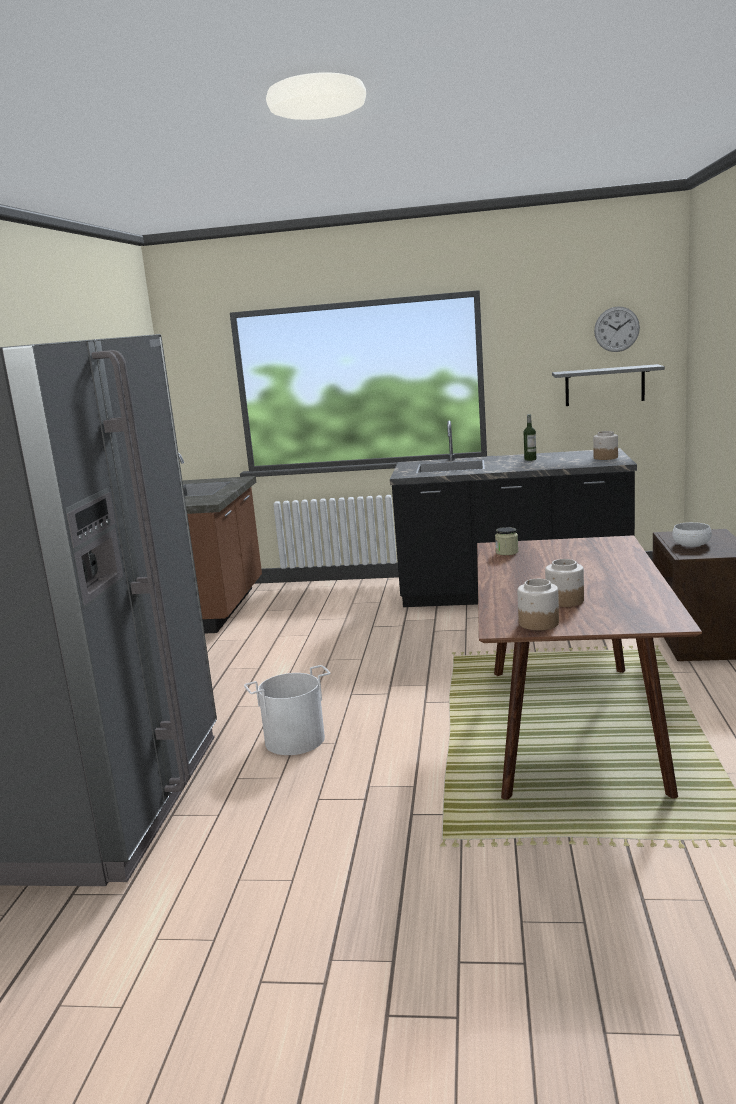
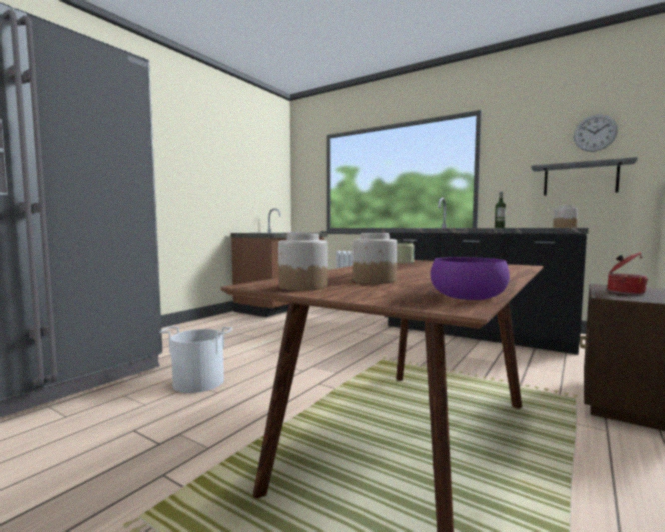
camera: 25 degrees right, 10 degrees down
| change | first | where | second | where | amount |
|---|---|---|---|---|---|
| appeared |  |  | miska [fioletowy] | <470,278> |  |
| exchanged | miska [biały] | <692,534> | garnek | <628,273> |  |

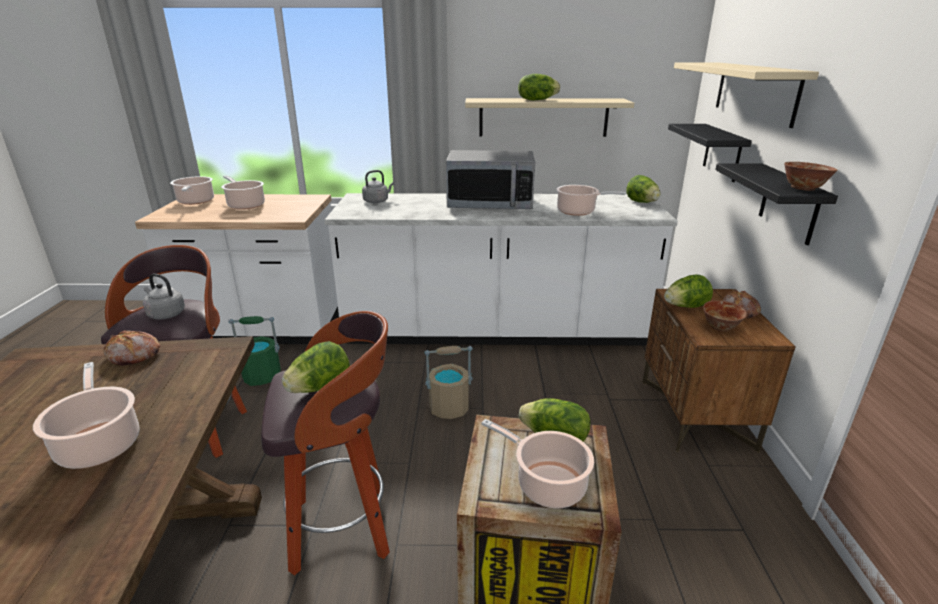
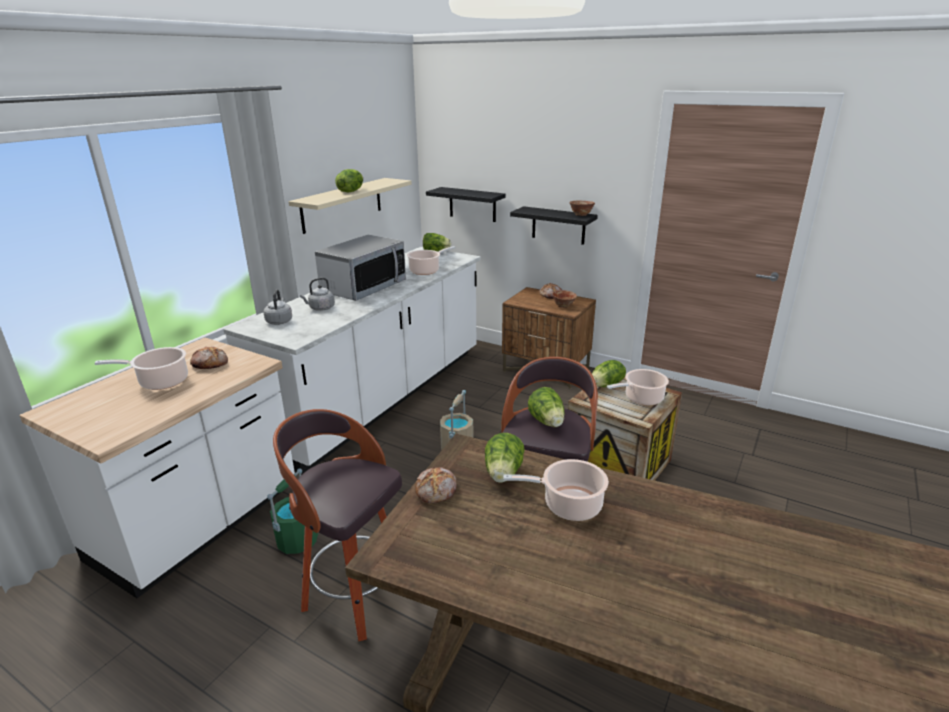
camera: 60 degrees left, 0 degrees up
| change | first | where | second | where | amount |
|---|---|---|---|---|---|
| appeared |  |  | chleb | <209,358> |  |
| relocated | czajnik [szary] | <164,296> |  | <317,294> |  |
| relocated | sałata | <688,291> |  | <505,458> |  |
| missing | garnek | <192,190> |  |  |  |
| missing | półka [beżowy] | <746,95> |  |  |  |

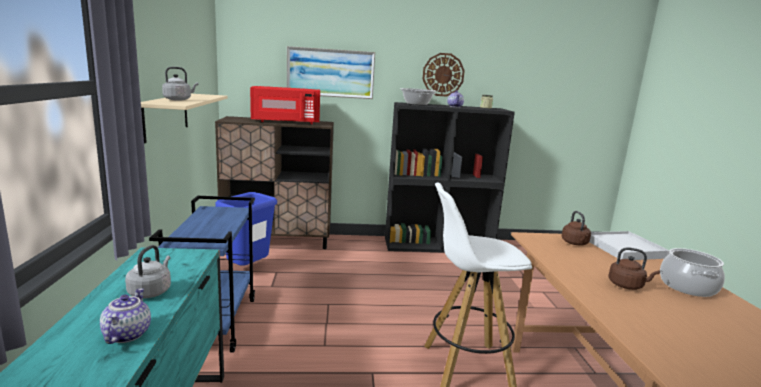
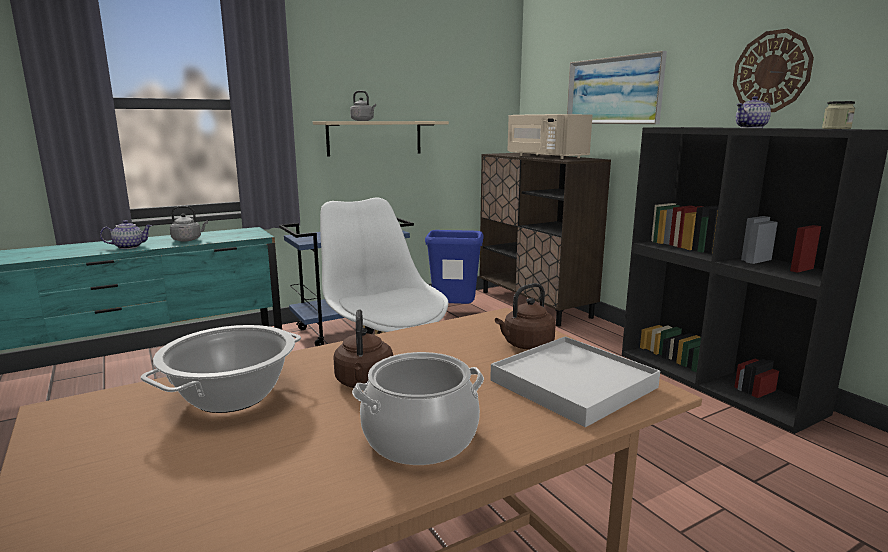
camera: 65 degrees right, 0 degrees up
| change | first | where | second | where | amount |
|---|---|---|---|---|---|
| relocated | garnek | <418,96> |  | <221,369> |  |
| colour | mikrofalówka [czerwony] | <285,105> | mikrofalówka [beżowy] | <550,136> |  |

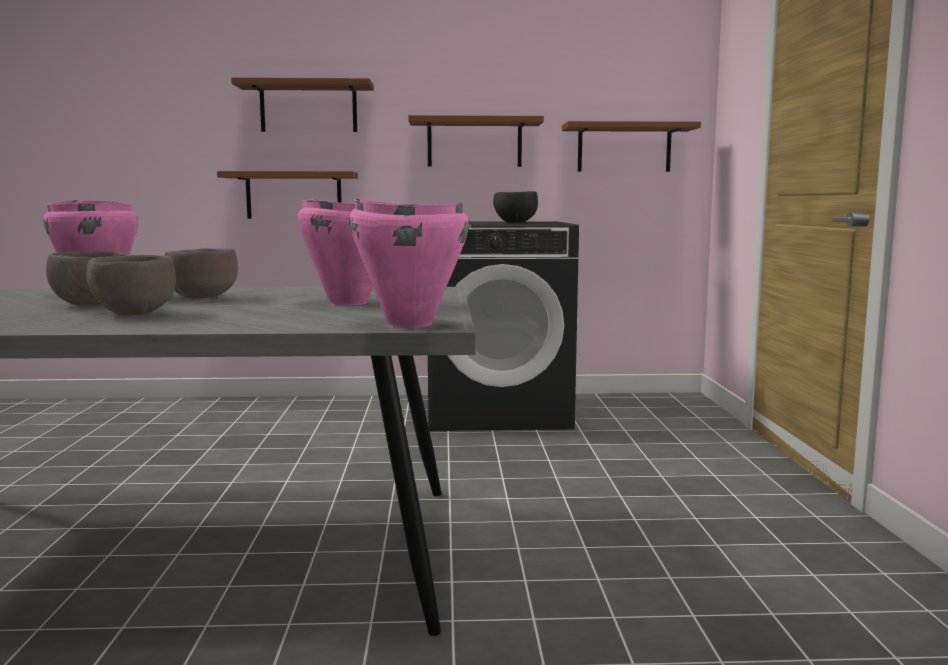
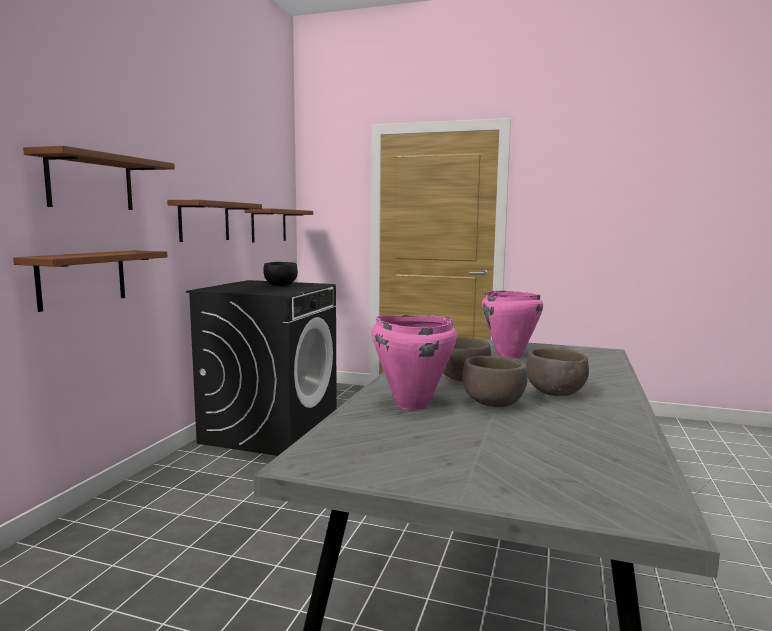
camera: 70 degrees left, 0 degrees up
| change | first | where | second | where | amount |
|---|---|---|---|---|---|
| missing | garnek [różowy] | <409,263> |  |  |  |

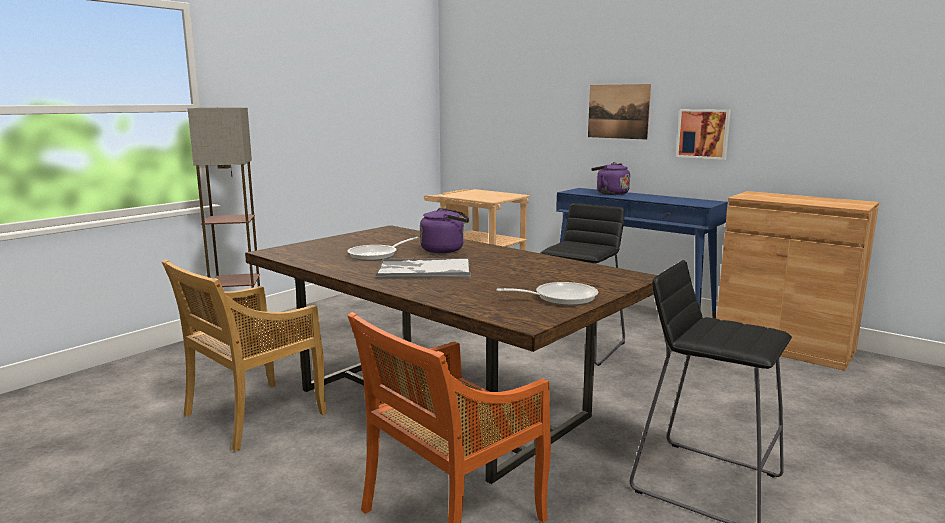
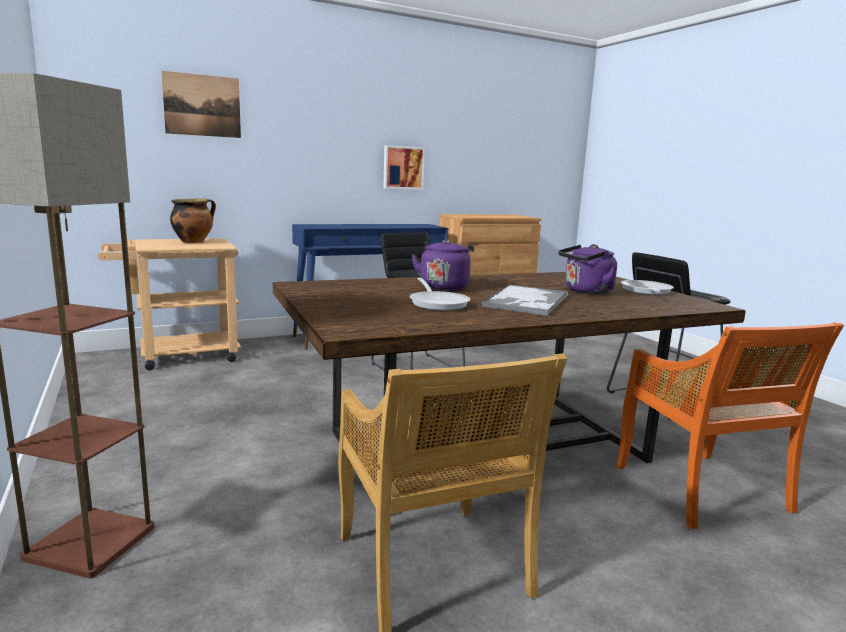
camera: 65 degrees left, 0 degrees up
| change | first | where | second | where | amount |
|---|---|---|---|---|---|
| relocated | obraz | <619,112> |  | <201,104> |  |
| appeared |  |  | garnek | <193,220> |  |
| relocated | czajnik [fioletowy] | <610,178> |  | <587,269> |  |

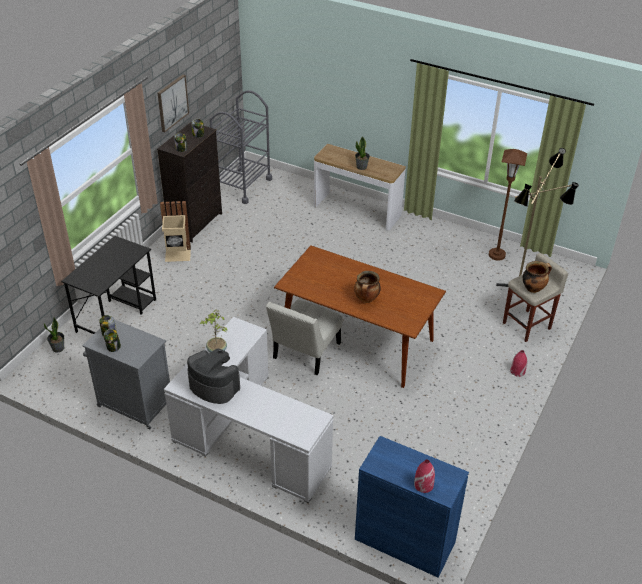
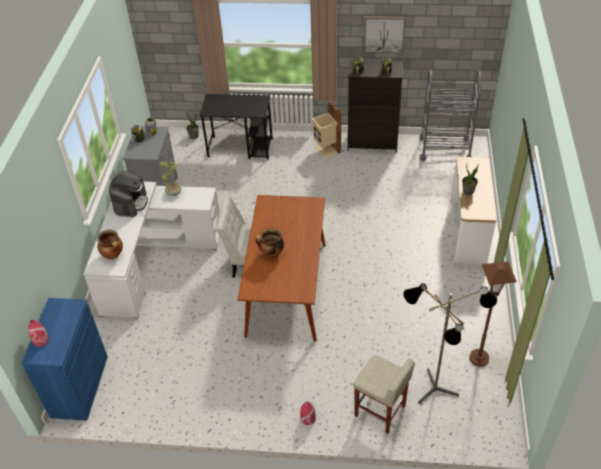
camera: 70 degrees right, 5 degrees up
| change | first | where | second | where | amount |
|---|---|---|---|---|---|
| relocated | garnek | <537,277> |  | <110,244> |  |

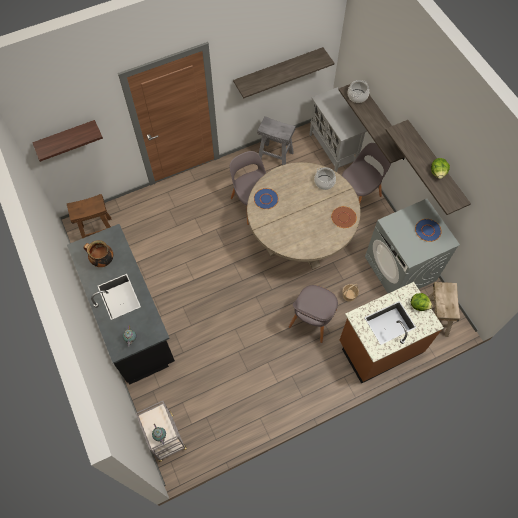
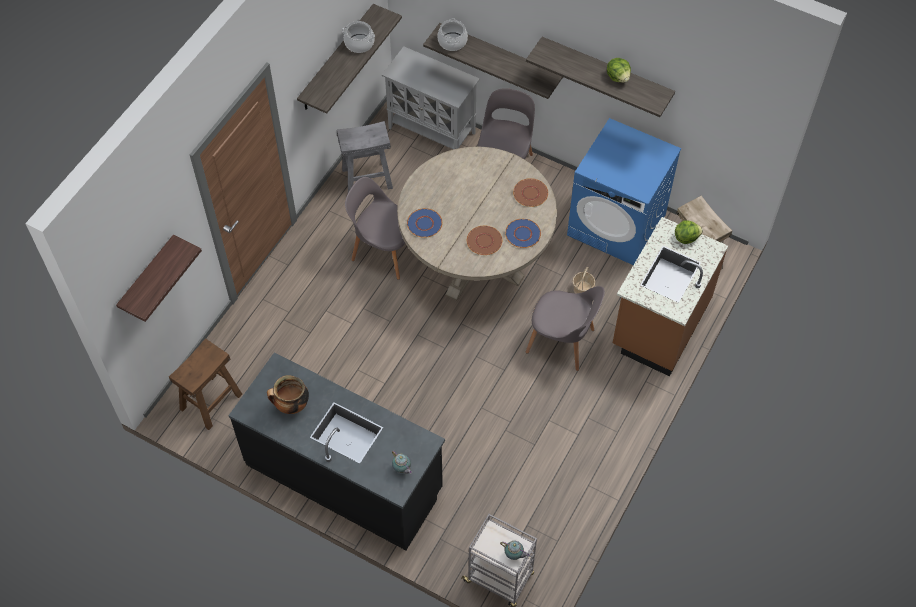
camera: 35 degrees left, 5 degrees down
| change | first | where | second | where | amount |
|---|---|---|---|---|---|
| relocated | garnek | <325,178> |  | <358,37> |  |
| appeared |  |  | talerz [brązowy] | <484,240> |  |
| relocated | talerz [niebieski] | <428,230> |  | <523,233> |  |
| spun | krzesło [szary] | <313,314> |  | <565,328> | 60 degrees counterclockwise |
| colour | pralka [szary] | <412,246> | pralka [niebieski] | <624,191> |  |

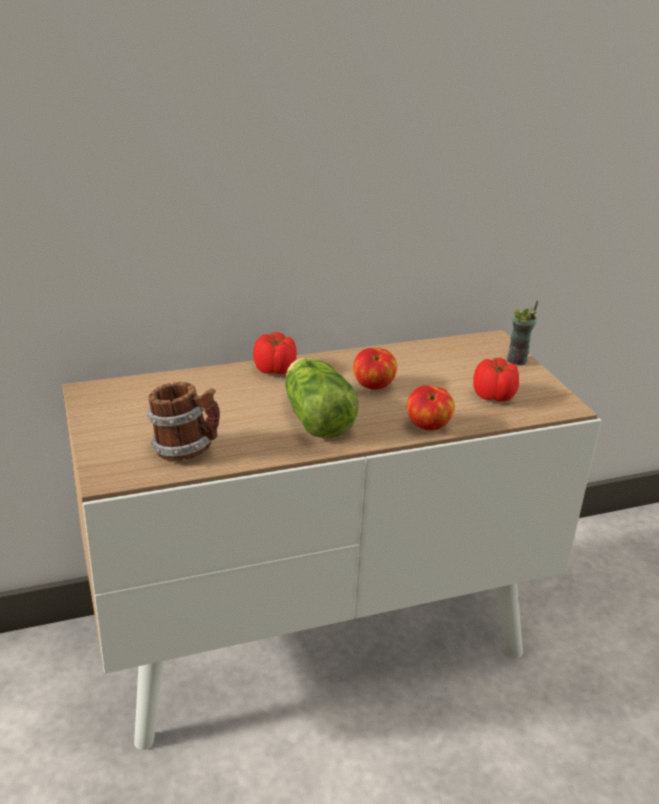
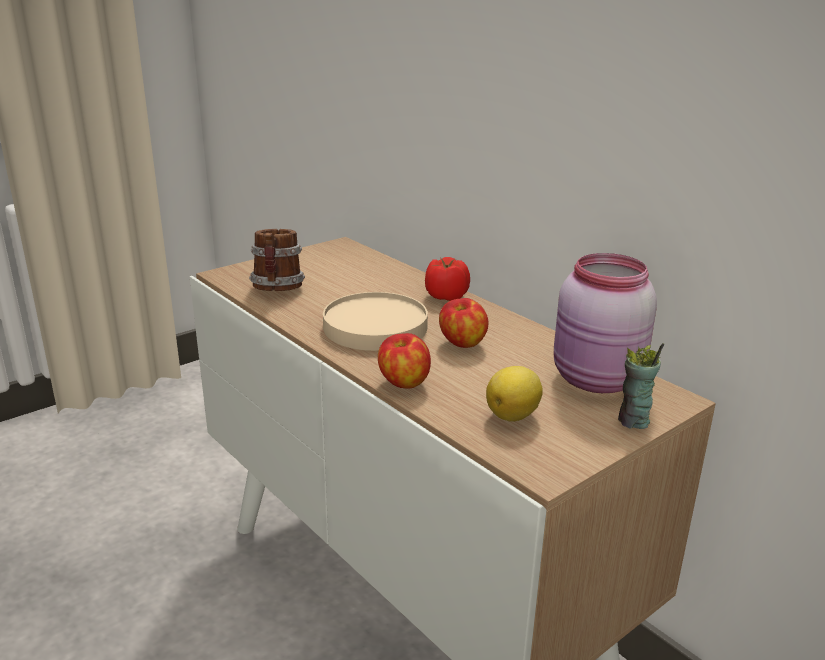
camera: 70 degrees right, 5 degrees down
| change | first | where | second | where | amount |
|---|---|---|---|---|---|
| exchanged | sałata | <321,398> | talerz [beżowy] | <375,321> |  |
| exchanged | pomidor | <496,380> | cytryna | <514,394> |  |
| appeared |  |  | słoik [różowy] | <605,323> |  |

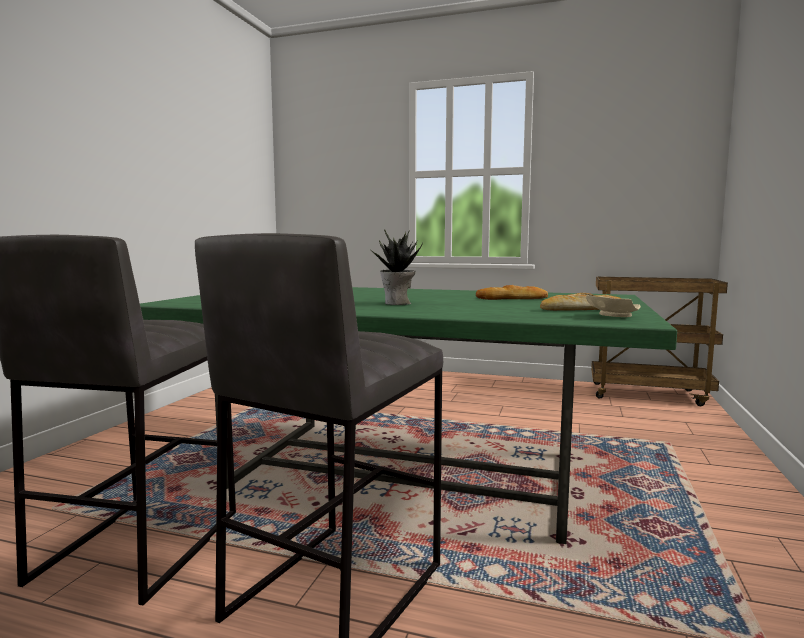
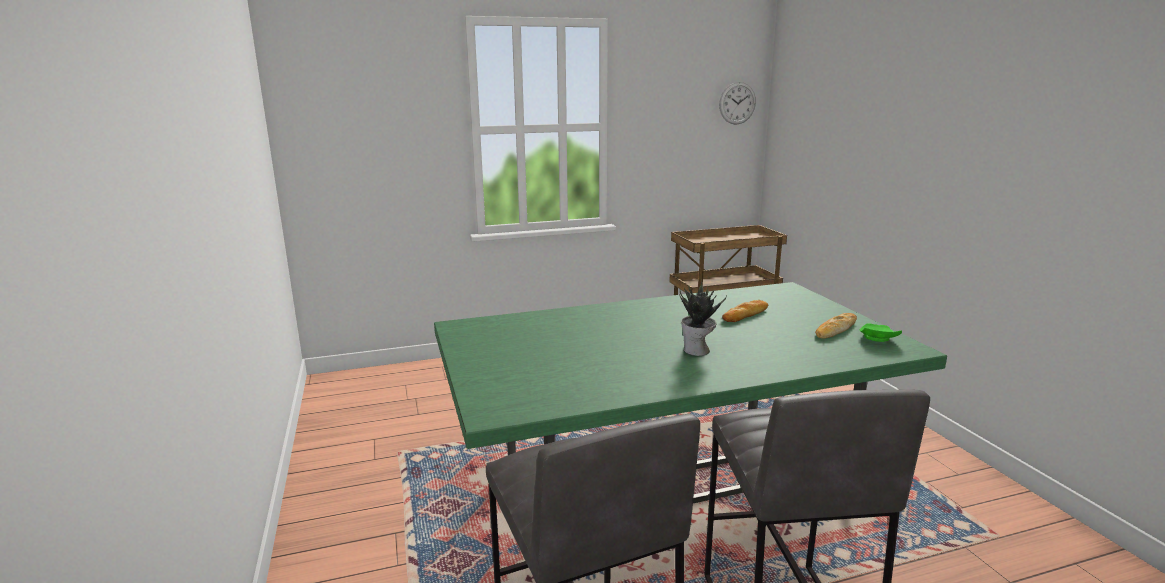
camera: 35 degrees left, 10 degrees up
| change | first | where | second | where | amount |
|---|---|---|---|---|---|
| appeared |  |  | zegar ścienny | <737,103> |  |
| colour | talerz [beżowy] | <613,306> | talerz [zielony] | <880,332> |  |

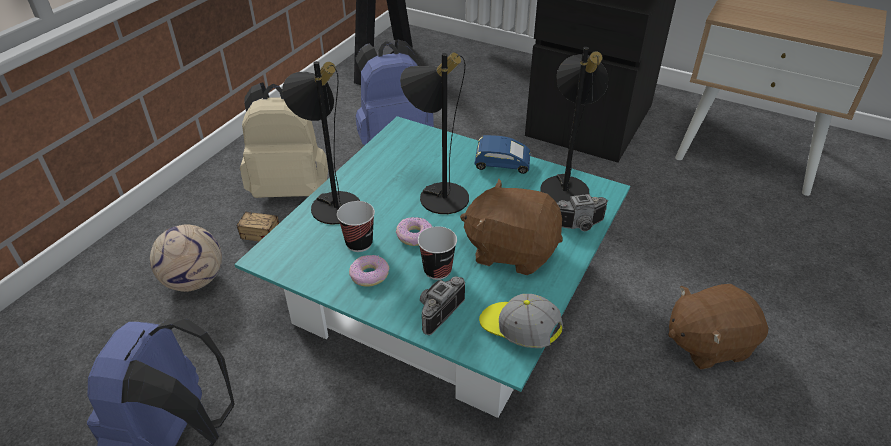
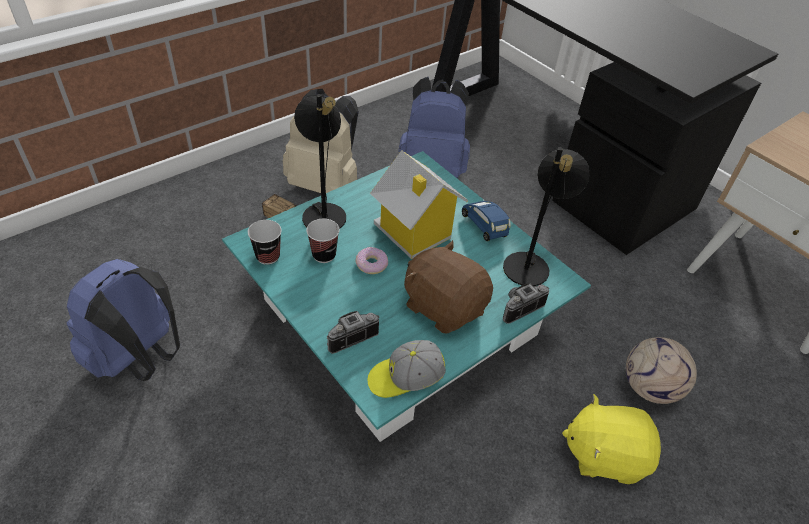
camera: 20 degrees right, 5 degrees up
| change | first | where | second | where | amount |
|---|---|---|---|---|---|
| relocated | filiżanka | <437,253> |  | <265,242> |  |
| spun | czapka z daszkiem | <521,321> |  | <407,369> | 75 degrees counterclockwise |
| exchanged | lampa stołowa [czarny] | <434,133> | domek | <419,204> |  |
| spun | samochodzik [niebieski] | <502,154> |  | <486,221> | 150 degrees counterclockwise |
| spun | aparat fotograficzny | <582,212> |  | <526,303> | 135 degrees clockwise |
| colour | pluszak [brązowy] | <718,327> | pluszak [żółty] | <611,439> |  |
| relocated | piłka futbolowa | <186,258> |  | <661,370> |  |
| missing | donut | <369,271> |  |  |  |

